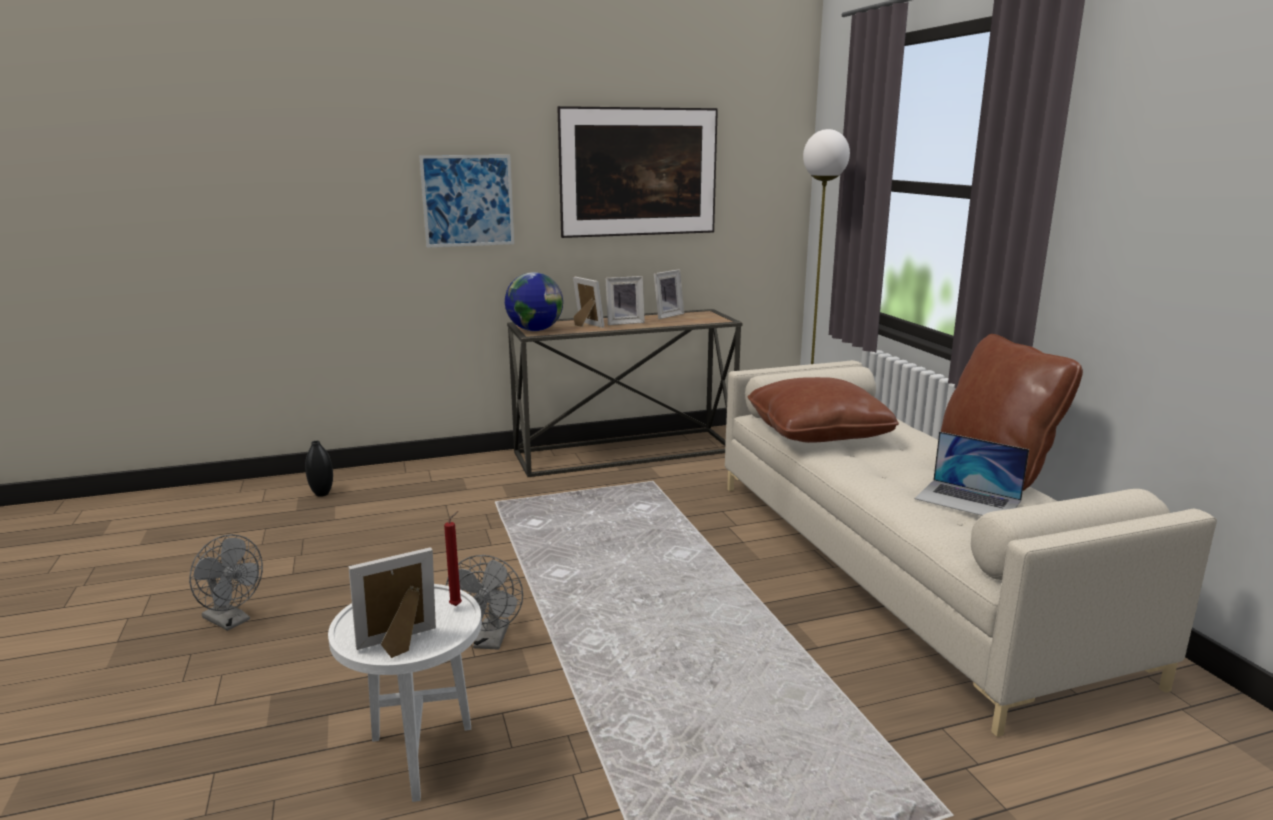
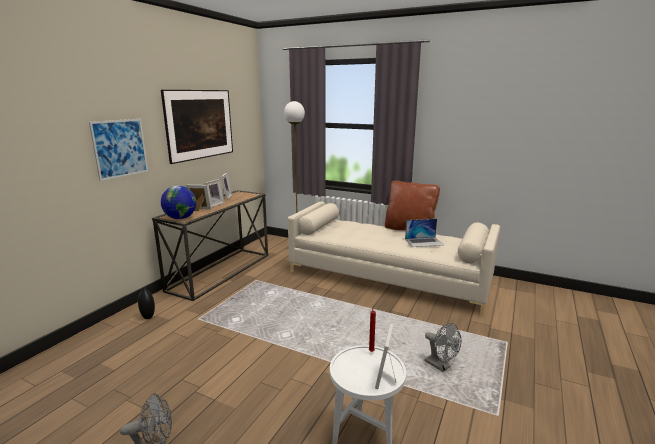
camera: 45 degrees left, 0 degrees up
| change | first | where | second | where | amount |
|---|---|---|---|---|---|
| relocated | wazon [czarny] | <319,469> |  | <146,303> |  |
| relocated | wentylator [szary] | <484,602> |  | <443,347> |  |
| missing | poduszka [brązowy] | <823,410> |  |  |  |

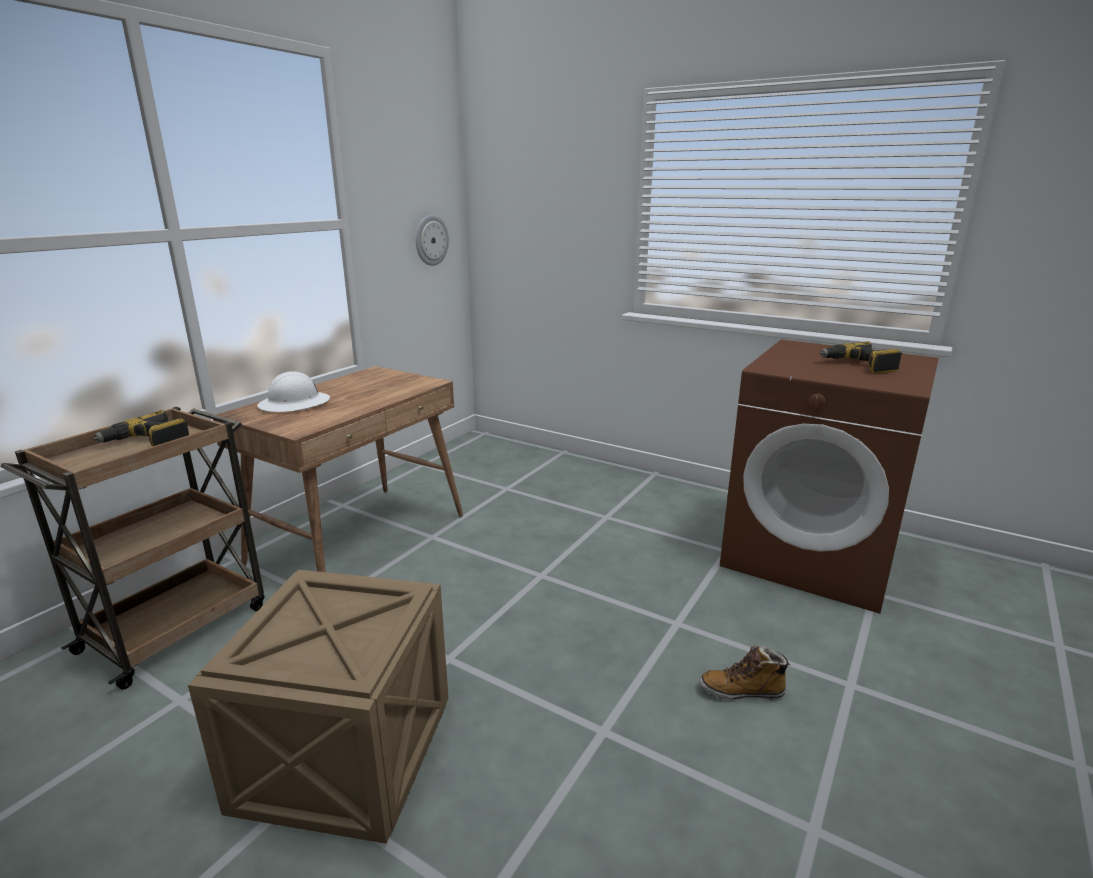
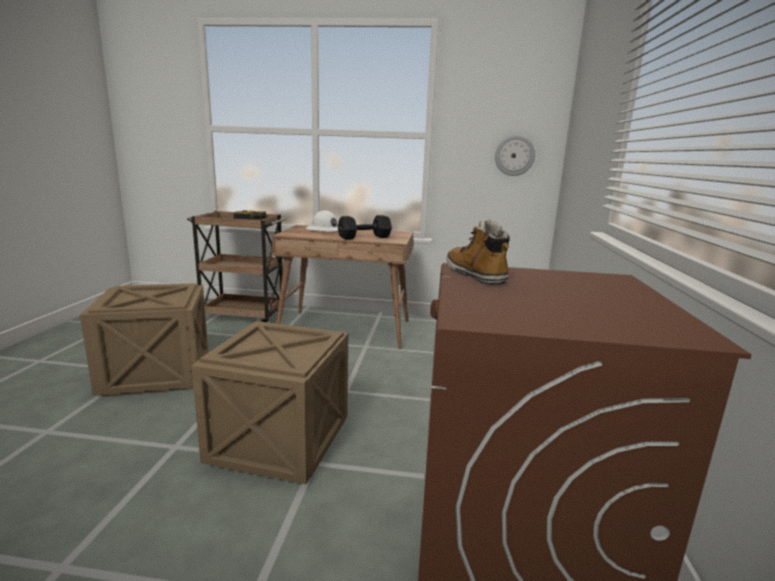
camera: 65 degrees right, 5 degrees down
| change | first | where | second | where | amount |
|---|---|---|---|---|---|
| appeared |  |  | skrzynka | <269,402> |  |
| appeared |  |  | hantel [czarny] | <365,227> |  |
| relocated | but z cholewką | <745,672> |  | <478,252> |  |
| missing | wiertarka | <861,358> |  |  |  |

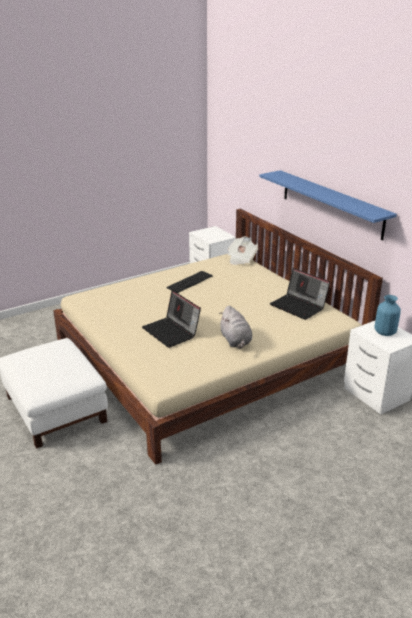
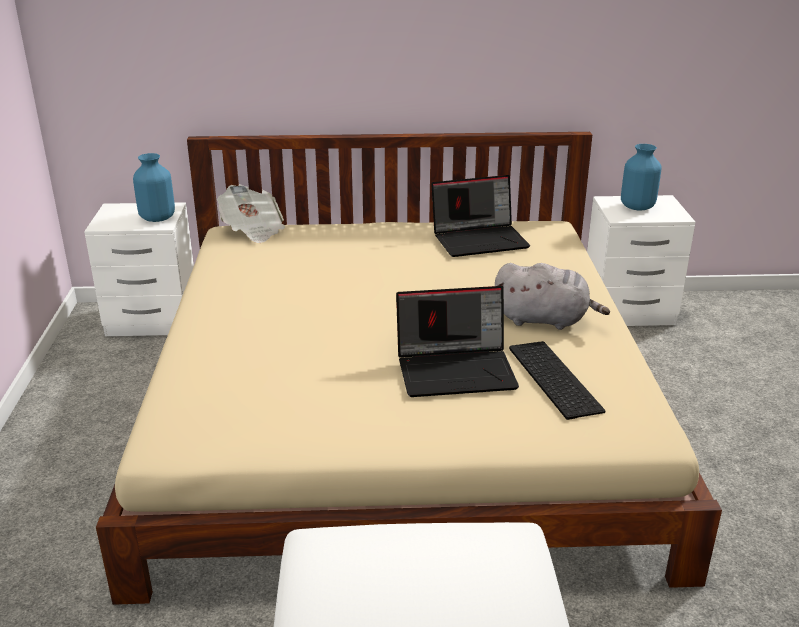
camera: 60 degrees left, 0 degrees up
| change | first | where | second | where | amount |
|---|---|---|---|---|---|
| appeared |  |  | wazon [niebieski] | <154,187> |  |
| relocated | klawiatura | <190,282> |  | <557,380> |  |
| missing | półka [niebieski] | <328,205> |  |  |  |

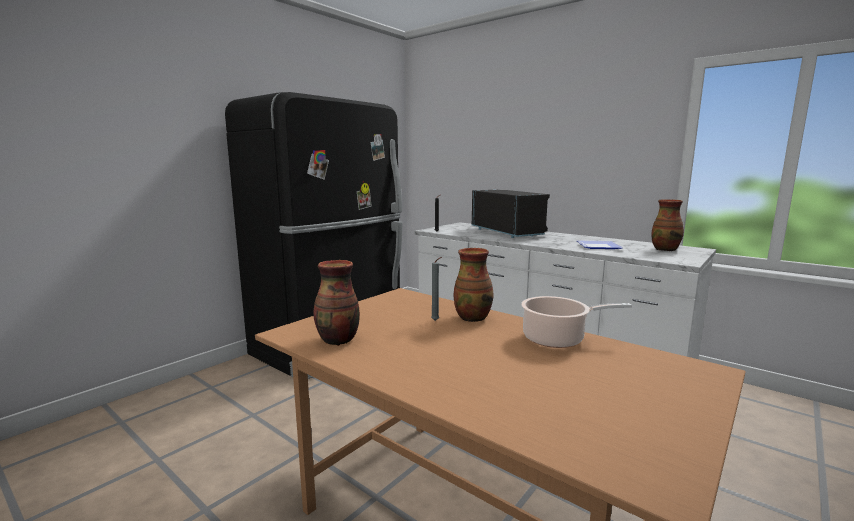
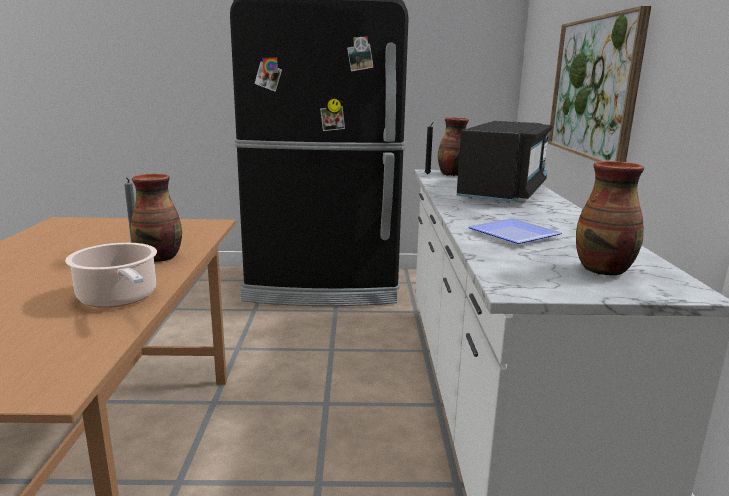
camera: 50 degrees right, 5 degrees up
| change | first | where | second | where | amount |
|---|---|---|---|---|---|
| relocated | wazon | <336,303> |  | <453,146> |  |
| appeared |  |  | obraz | <599,84> |  |

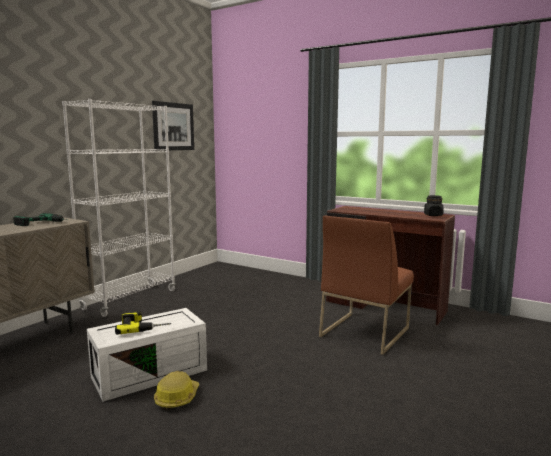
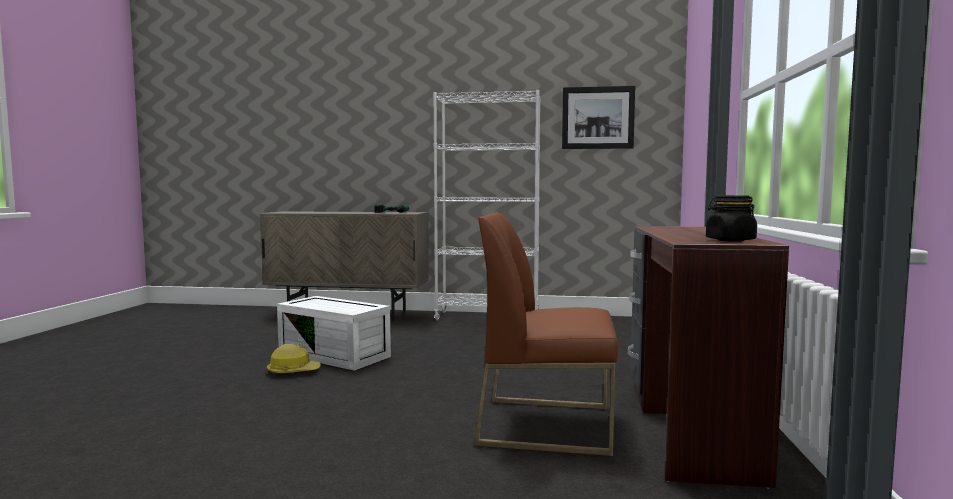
camera: 65 degrees right, 5 degrees down
| change | first | where | second | where | amount |
|---|---|---|---|---|---|
| missing | wiertarka | <143,323> |  |  |  |

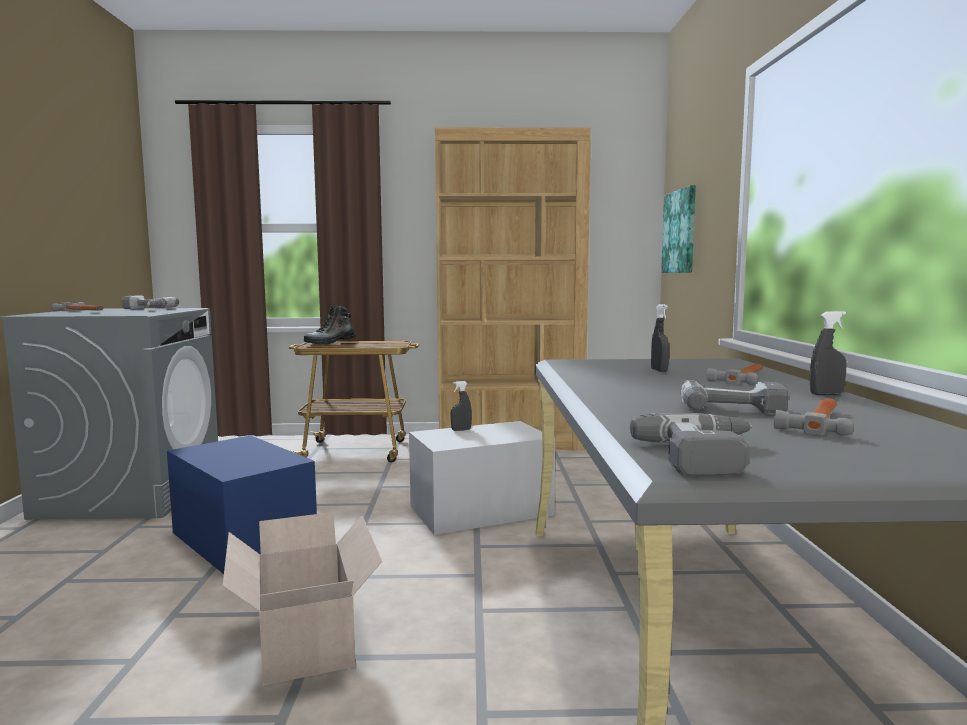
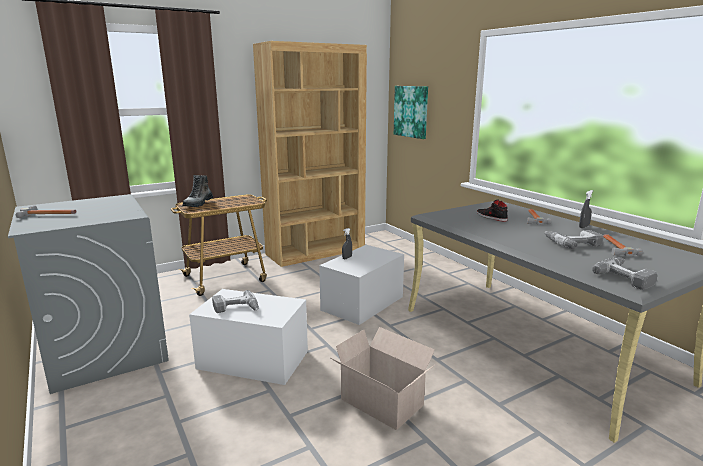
camera: 30 degrees left, 10 degrees up
| change | first | where | second | where | amount |
|---|---|---|---|---|---|
| colour | pojemnik do przechowywania [niebieski] | <242,504> | pojemnik do przechowywania [biały] | <248,337> |  |
| relocated | wiertarka | <150,302> |  | <235,301> |  |
| exchanged | spryskiwacz [szary] | <660,338> | but [czarny] | <492,210> |  |

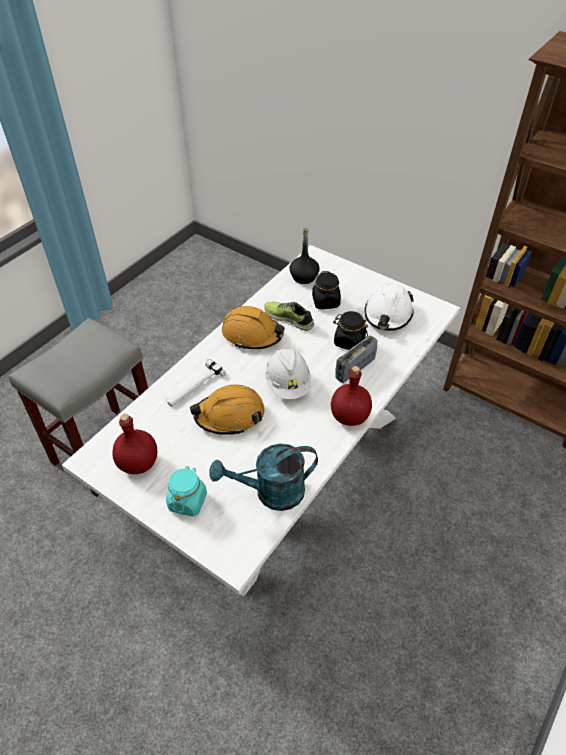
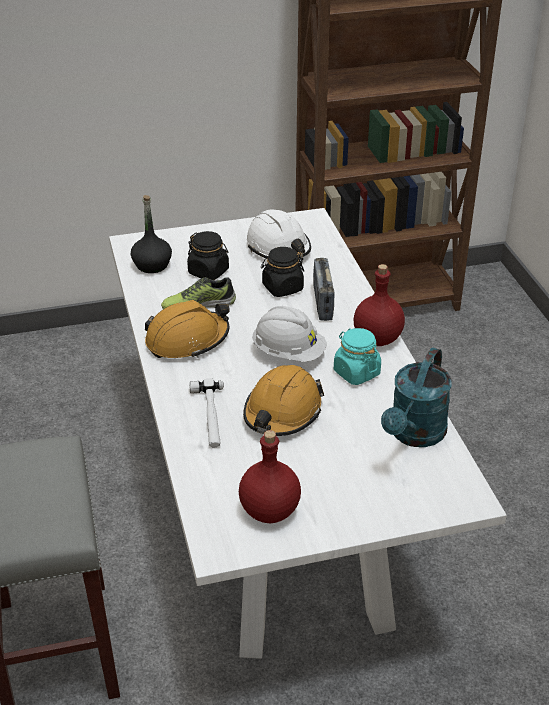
camera: 50 degrees left, 10 degrees down
| change | first | where | second | where | amount |
|---|---|---|---|---|---|
| relocated | słoik [turkusowy] | <186,491> |  | <357,356> |  |

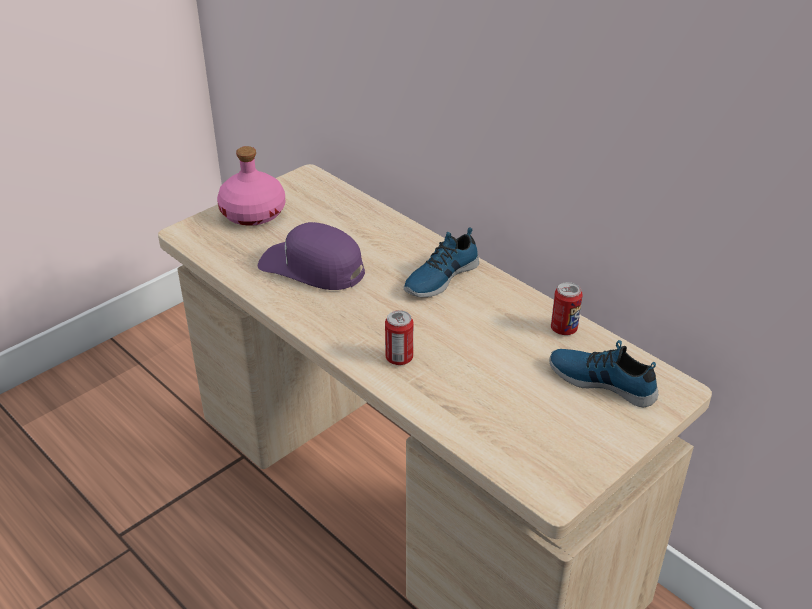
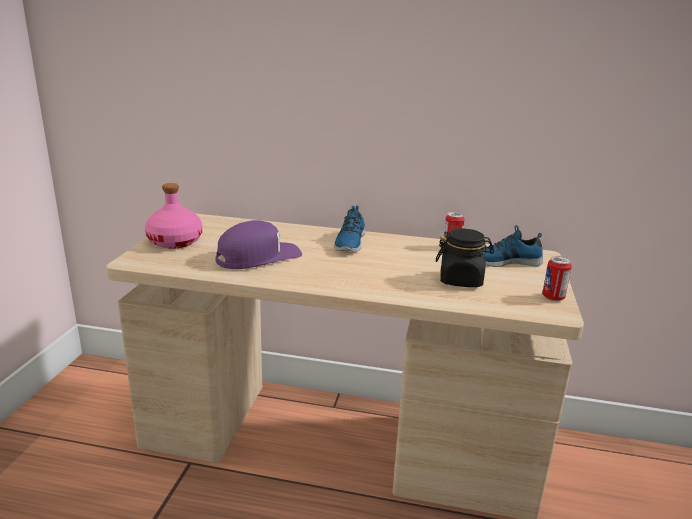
camera: 35 degrees left, 15 degrees down
| change | first | where | second | where | amount |
|---|---|---|---|---|---|
| spun | czapka z daszkiem [fioletowy] | <311,256> |  | <258,244> | 150 degrees clockwise |
| appeared |  |  | słoik [czarny] | <465,258> |  |
| relocated | puszka | <399,337> |  | <557,278> |  |

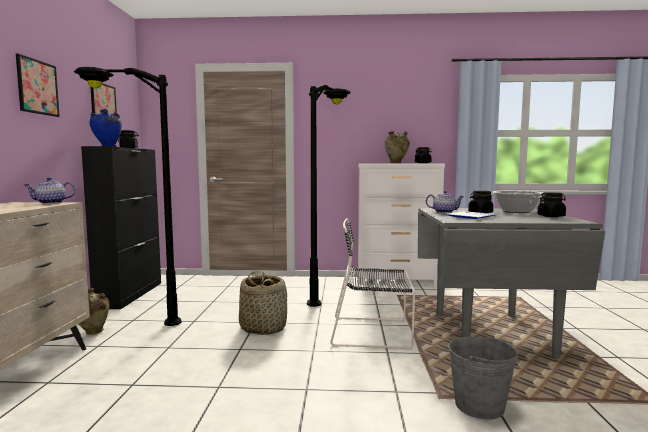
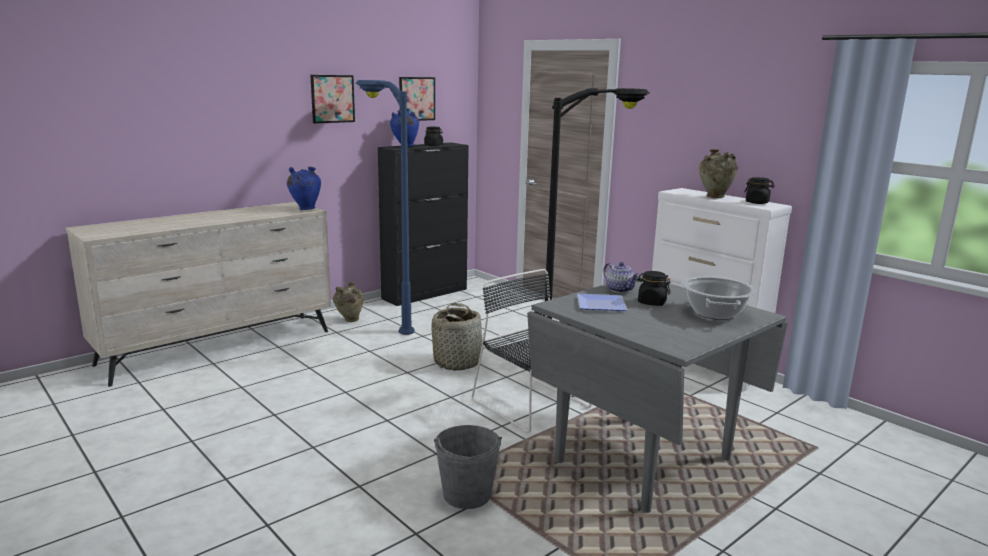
camera: 45 degrees right, 10 degrees up
| change | first | where | second | where | amount |
|---|---|---|---|---|---|
| exchanged | imbryk | <50,190> | wazon [niebieski] | <304,188> |  |
| colour | lampa stojąca [czarny] | <128,196> | lampa stojąca [niebieski] | <385,207> |  |
| missing | słoik [czarny] | <551,204> |  |  |  |

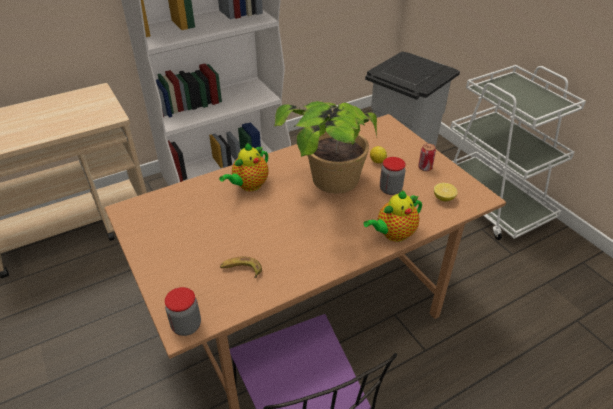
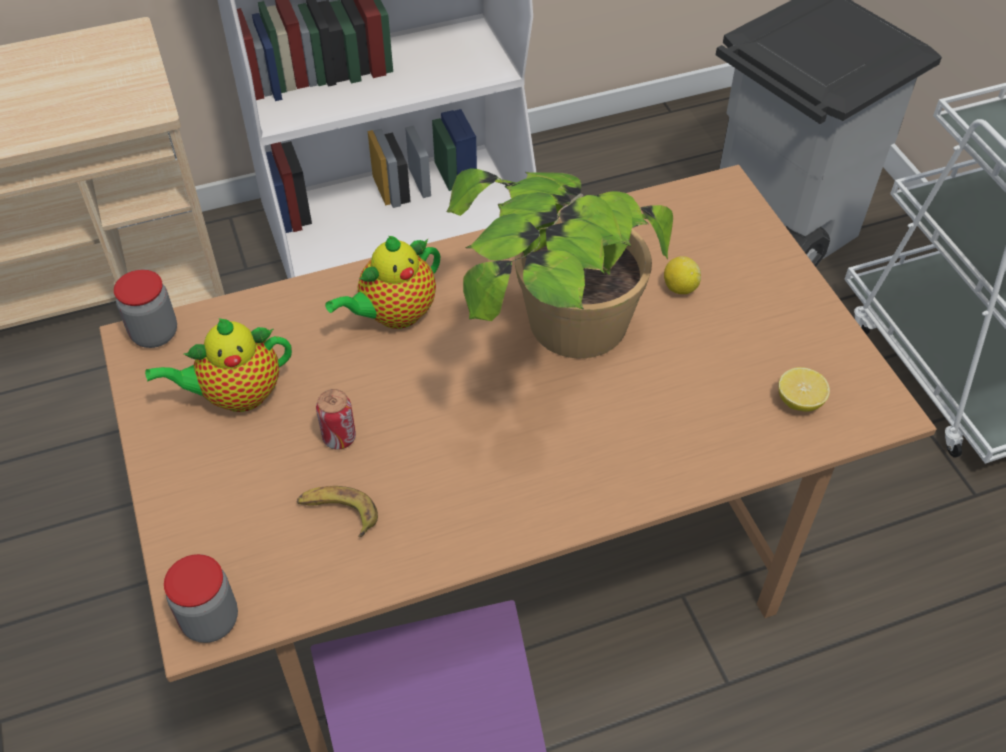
camera: 10 degrees right, 10 degrees up
| change | first | where | second | where | amount |
|---|---|---|---|---|---|
| relocated | słoik | <393,176> |  | <145,309> |  |
| relocated | imbryk | <392,216> |  | <218,365> |  |
| relocated | puszka | <427,157> |  | <336,419> |  |

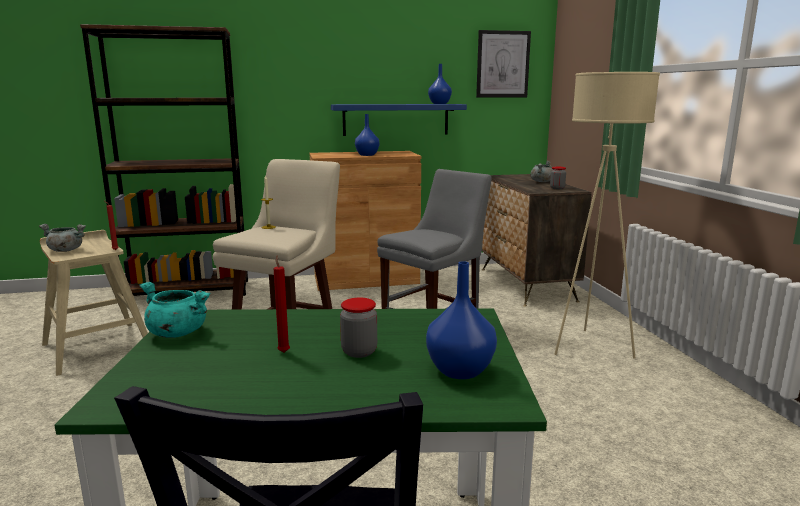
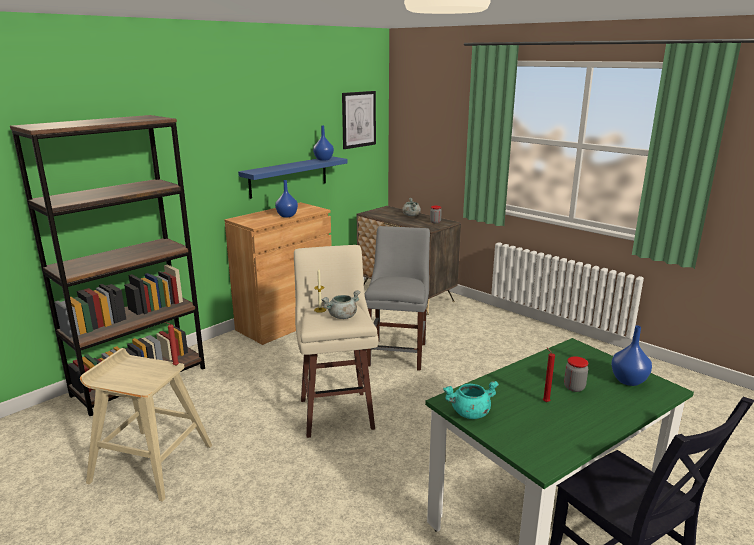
camera: 35 degrees left, 5 degrees up
| change | first | where | second | where | amount |
|---|---|---|---|---|---|
| relocated | garnek [szary] | <62,238> |  | <341,304> |  |
| missing | lampa stojąca [beżowy] | <607,215> |  |  |  |

